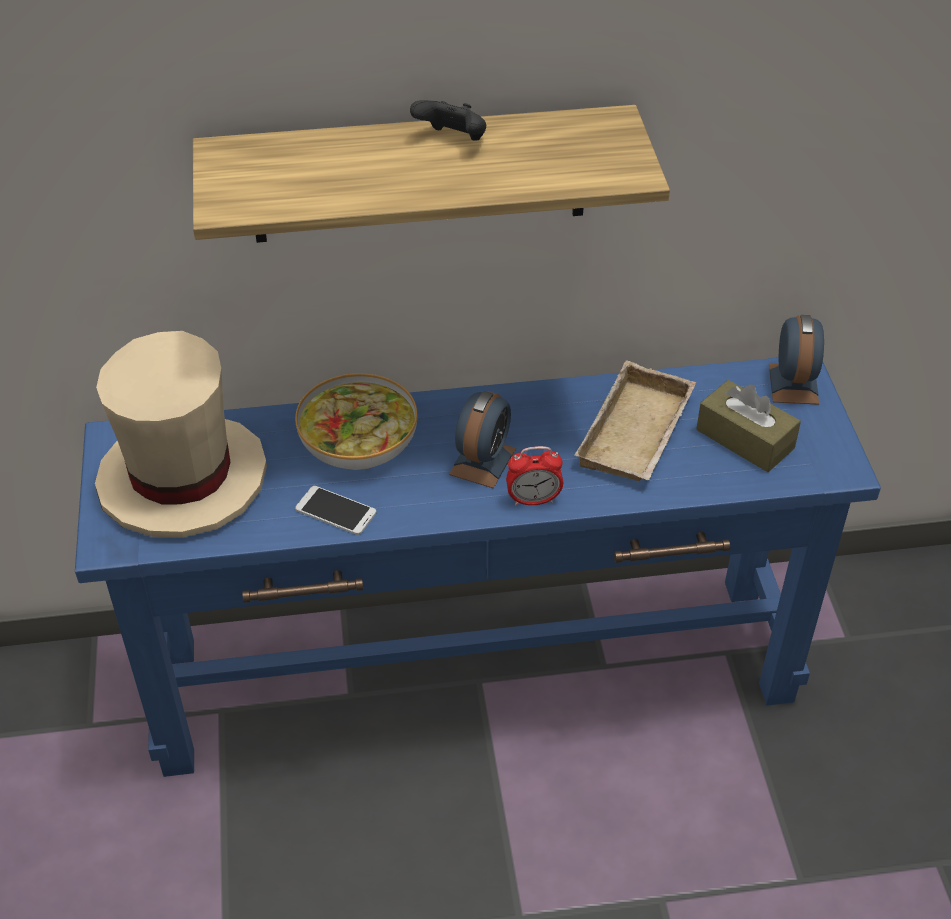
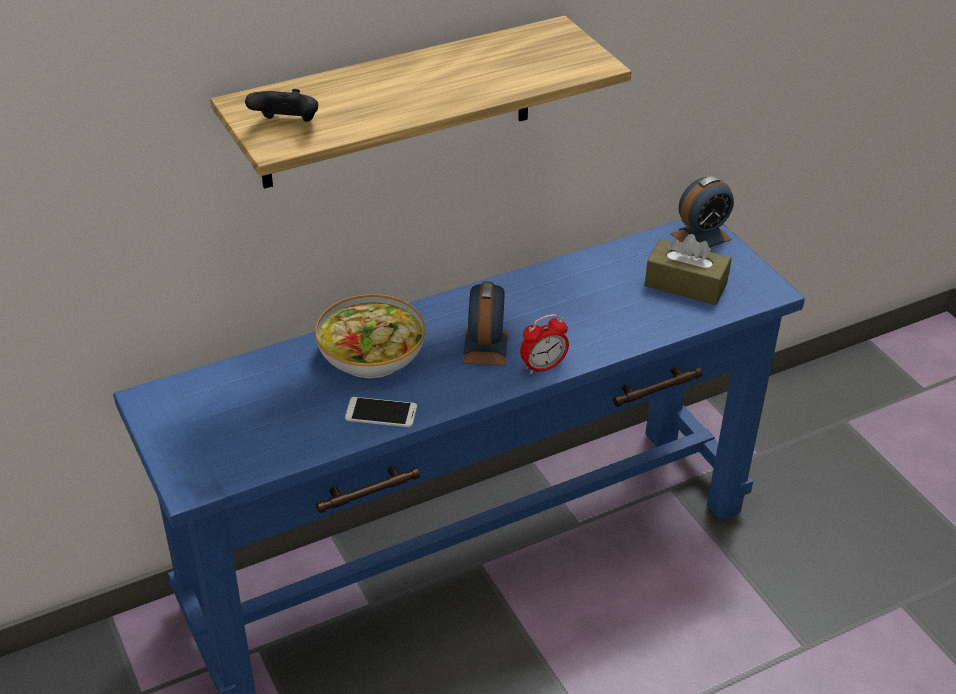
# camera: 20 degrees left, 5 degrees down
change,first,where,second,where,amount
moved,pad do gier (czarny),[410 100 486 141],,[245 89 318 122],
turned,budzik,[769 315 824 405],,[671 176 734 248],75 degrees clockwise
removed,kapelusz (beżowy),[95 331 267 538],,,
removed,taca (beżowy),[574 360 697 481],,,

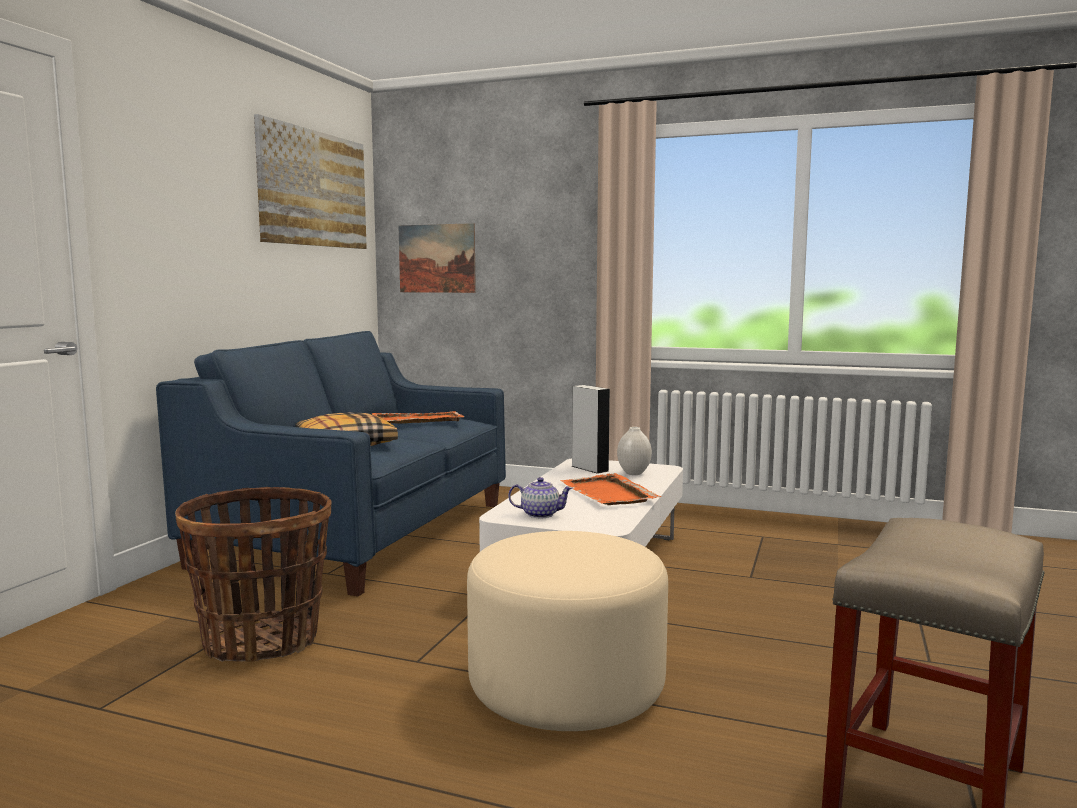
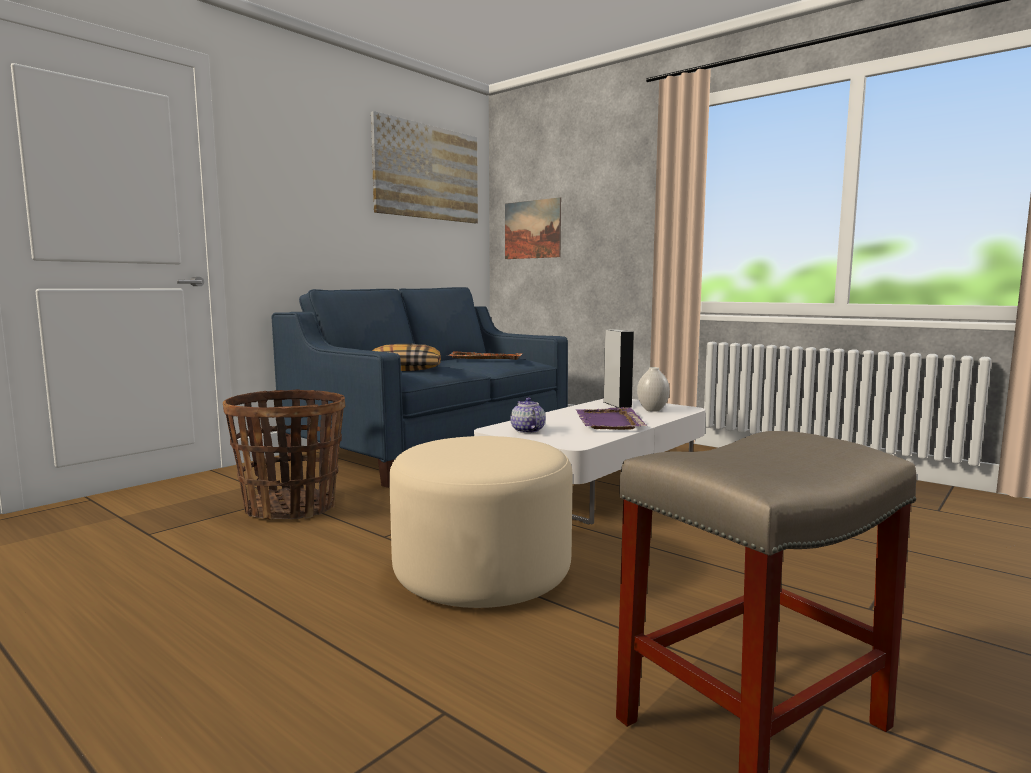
# camera: 20 degrees right, 0 degrees up
change,first,where,second,where,amount
recoloured,taca (pomarańczowy),[560 473 661 505],taca (fioletowy),[576 407 647 430],
turned,imbryk,[508 477 573 518],,[510 397 545 433],135 degrees counterclockwise

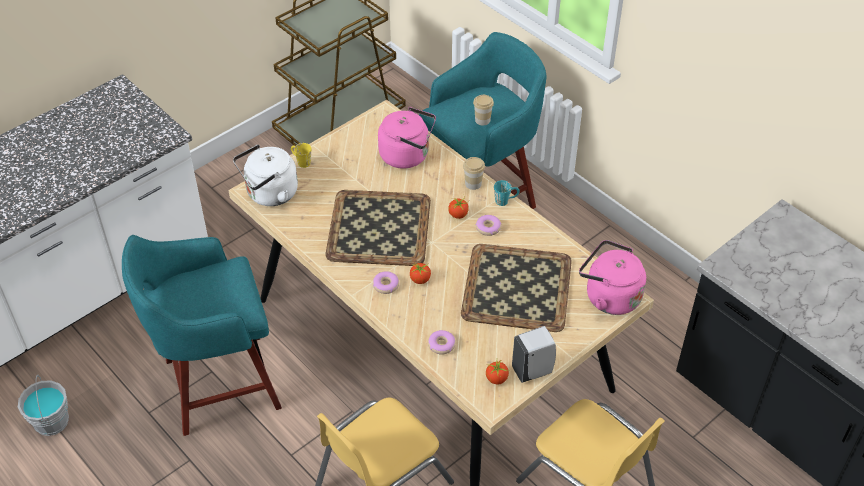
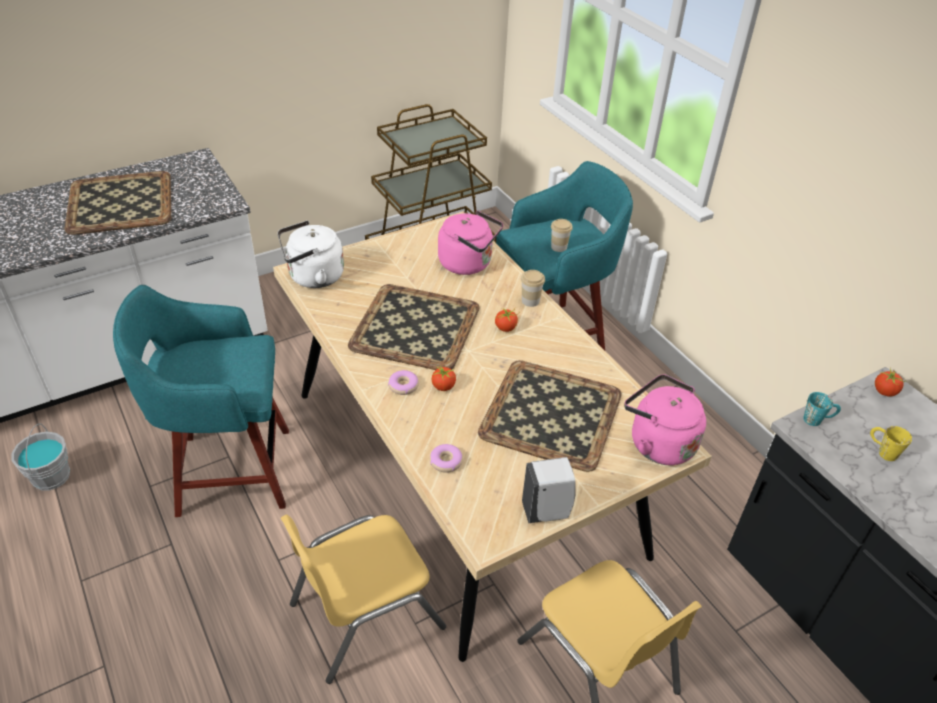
# camera: 10 degrees right, 5 degrees down
change,first,where,second,where,amount
moved,kubek (żółty),[291 143 311 168],,[870 426 912 461],
moved,kubek (turkusowy),[494 180 520 206],,[803 392 841 426],
removed,donut,[476 215 501 236],,,
moved,pomidor,[486 360 509 385],,[875 368 905 397],
added,,,taca,[65 171 171 235],

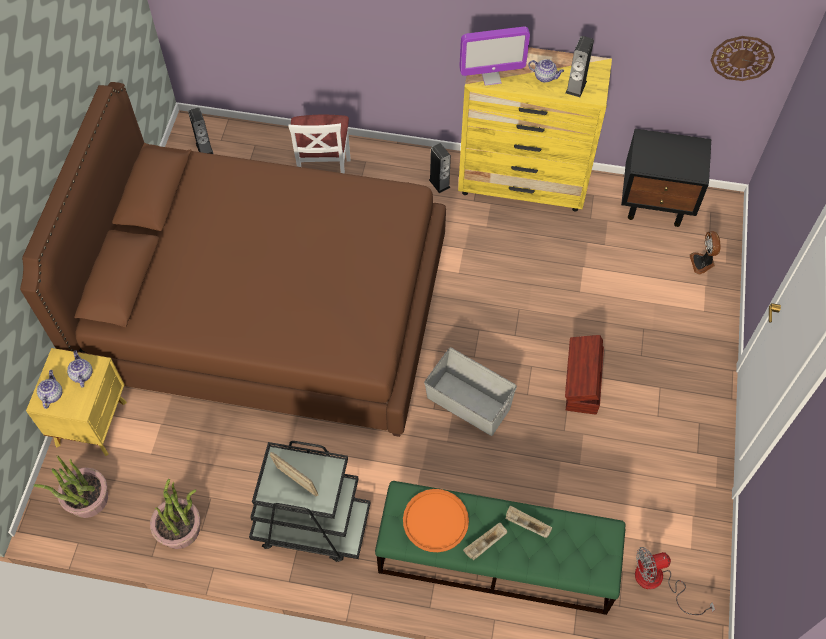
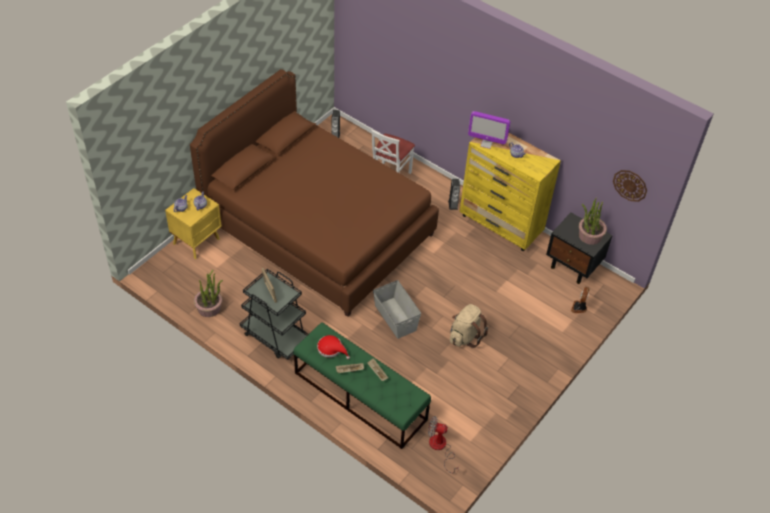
# camera: 25 degrees right, 10 degrees down
change,first,where,second,where,amount
removed,głośnik,[566 36 594 97],,,
replaced,pojemnik do przechowywania (brązowy),[565 335 604 415],plecak (beżowy),[450 304 488 348],
moved,roślina doniczkowa,[33 455 108 518],,[579 198 607 245],
replaced,taca (pomarańczowy),[403 489 469 552],kapelusz (czerwony),[317 335 350 359],

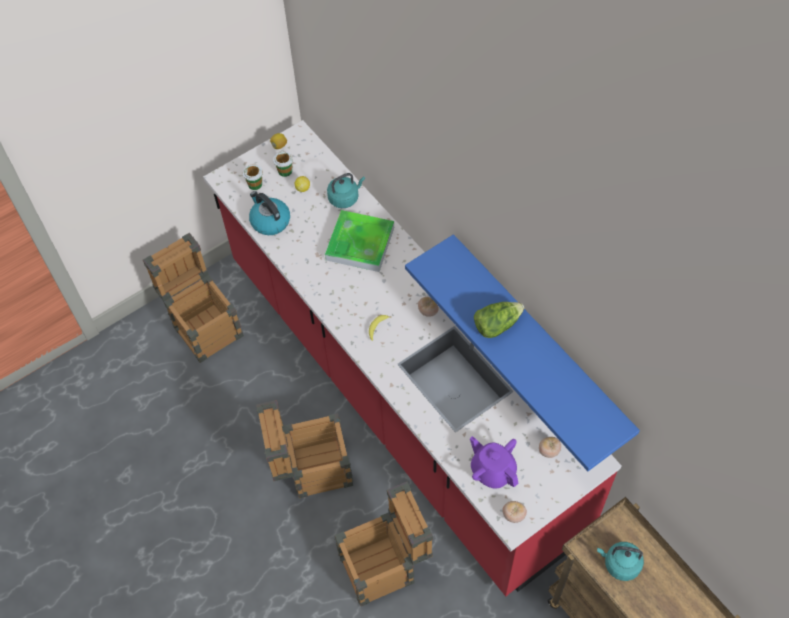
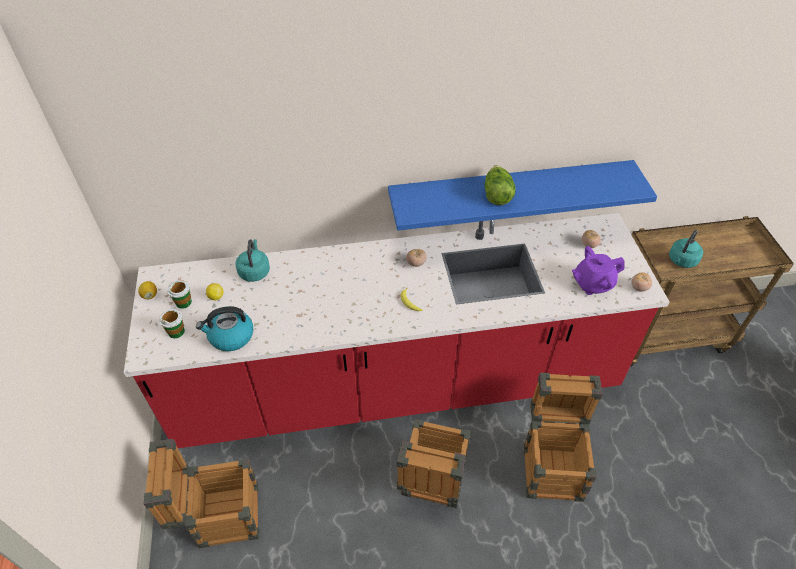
# camera: 65 degrees left, 10 degrees down
change,first,where,second,where,amount
removed,taca,[325 210 394 272],,,

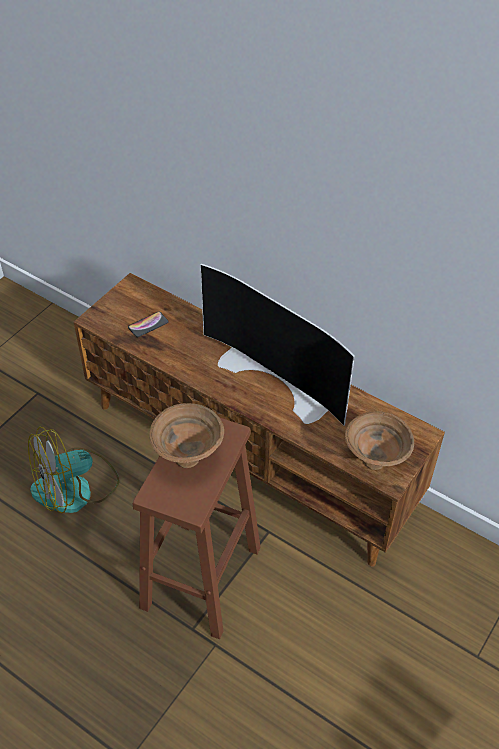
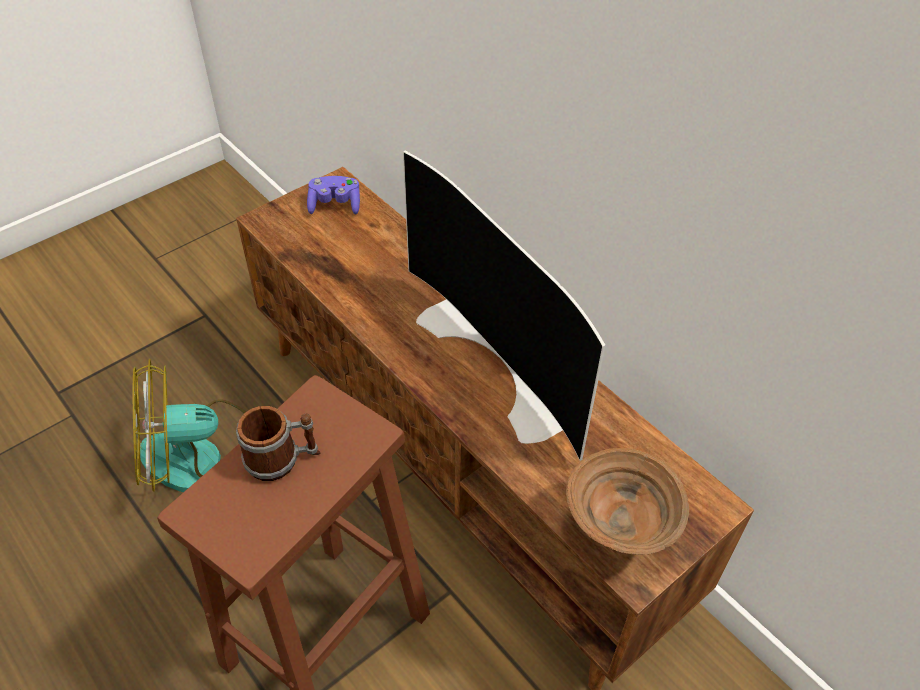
# camera: 15 degrees right, 0 degrees up
change,first,where,second,where,amount
removed,telefon,[128 312 169 337],,,
replaced,miska (brązowy),[149 403 224 468],kubek,[236 406 321 481],
added,,,pad do gier (fioletowy),[307 176 360 214],

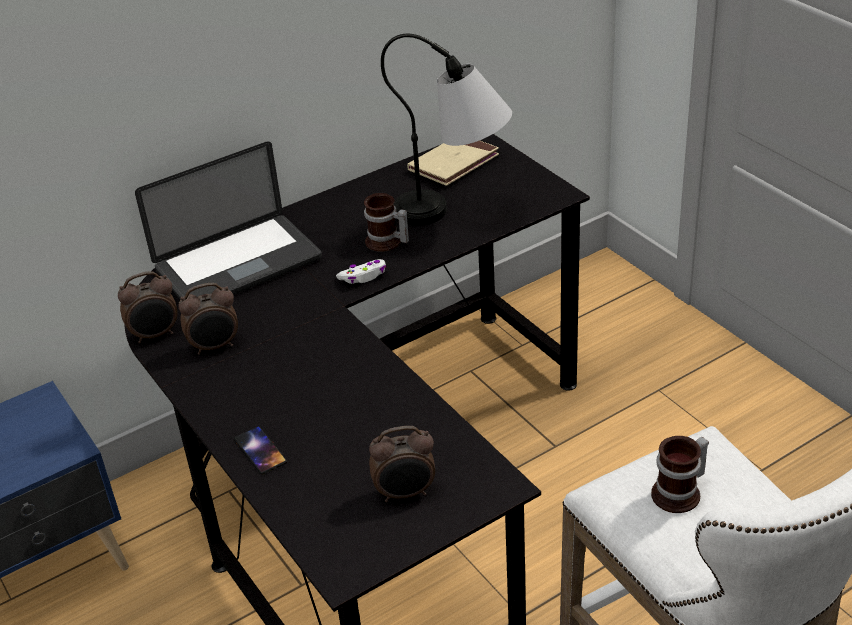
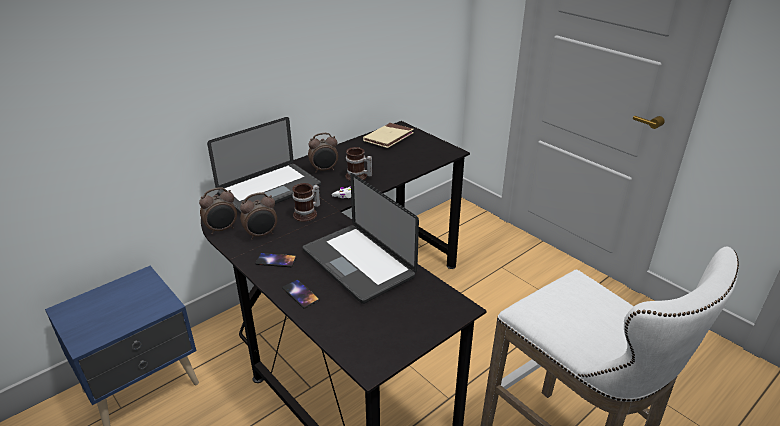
# camera: 10 degrees left, 5 degrees down
change,first,where,second,where,amount
removed,lampa stołowa,[381 34 512 226],,,
moved,budzik,[369 426 435 502],,[308 133 338 173],
moved,kubek,[651 436 709 513],,[292 183 320 222],
added,,,laptop,[303 173 419 304],
added,,,telefon,[255 253 297 267],

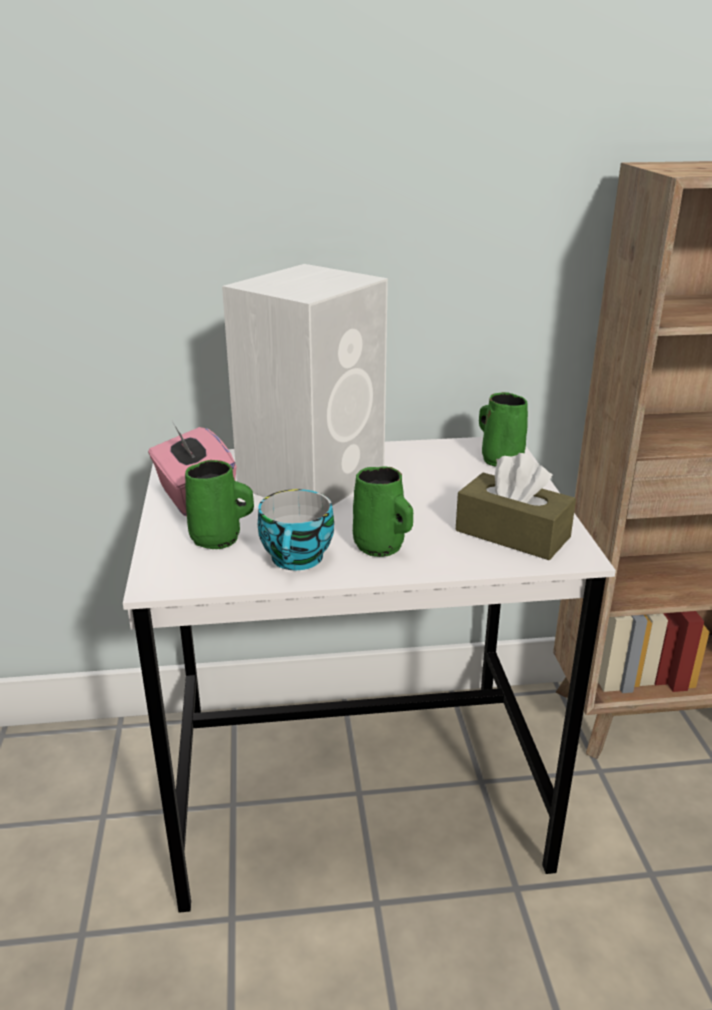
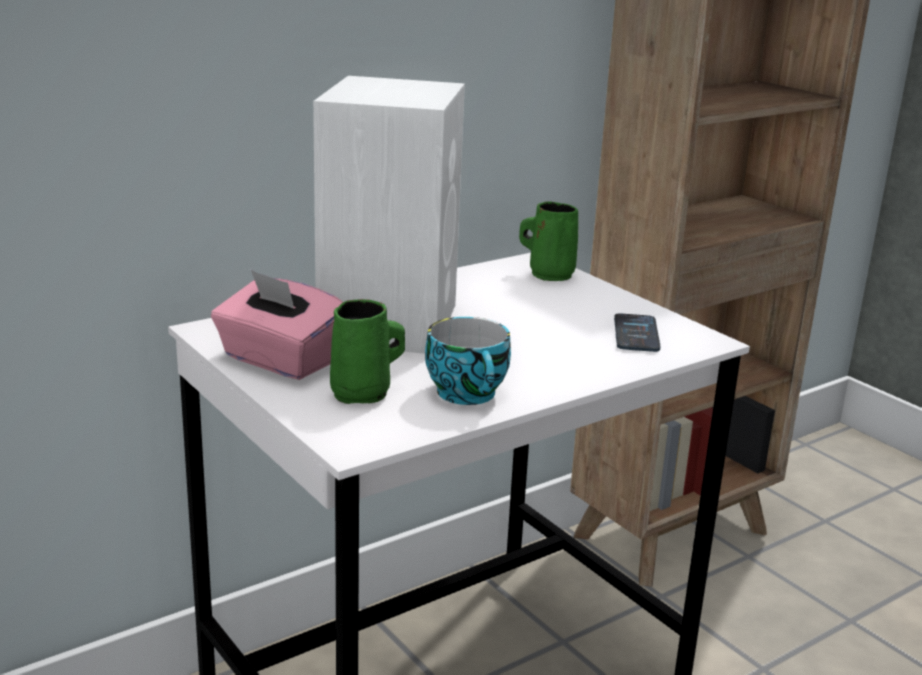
# camera: 30 degrees left, 5 degrees down
change,first,where,second,where,amount
replaced,pudełko chusteczek (brązowy),[456 453 576 560],telefon,[614 313 661 352],
removed,kubek (zielony),[353 467 413 557],,,

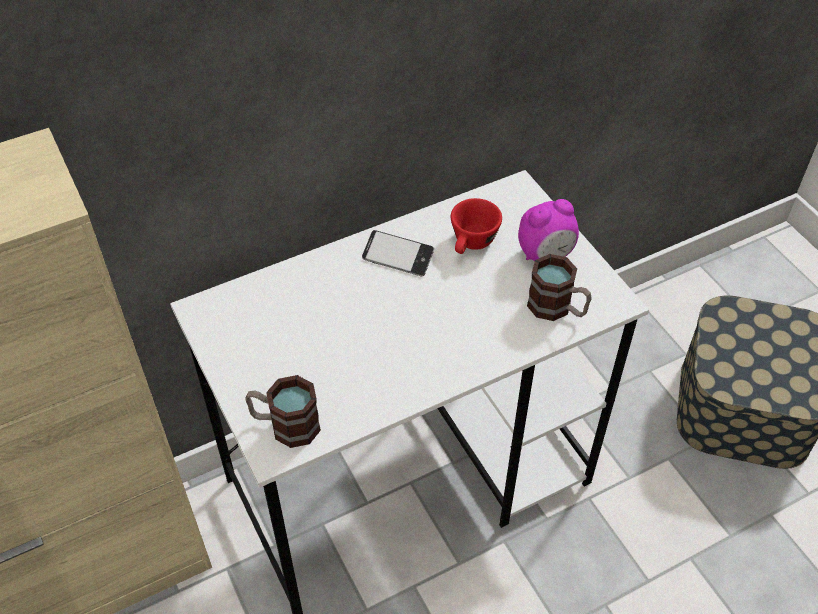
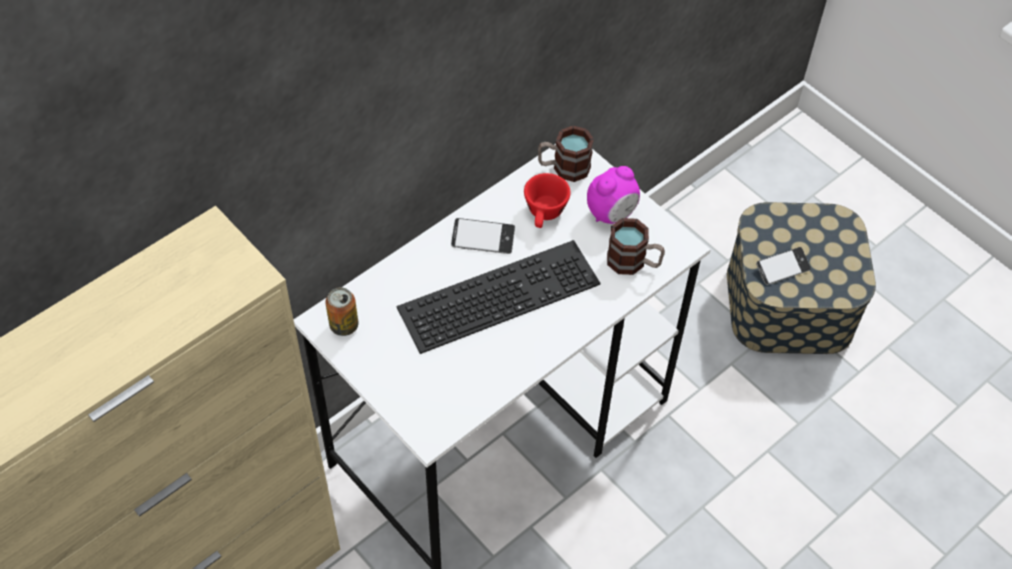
# camera: 15 degrees left, 5 degrees up
change,first,where,second,where,amount
moved,kubek,[245 375 321 448],,[538 126 594 182],
added,,,klawiatura,[397 240 600 354],
added,,,telefon,[756 247 811 285],
added,,,puszka,[325 287 358 336],

